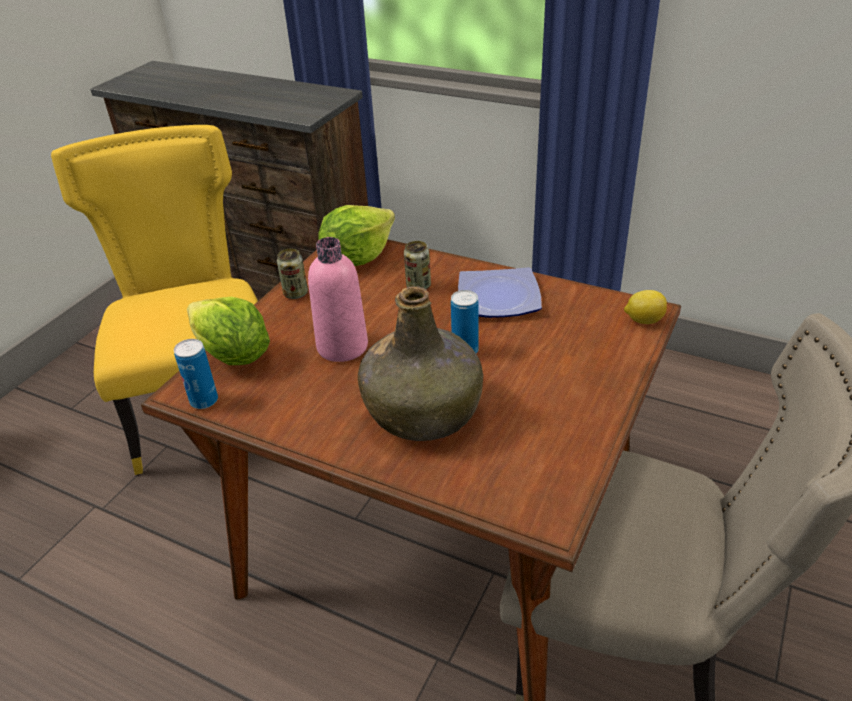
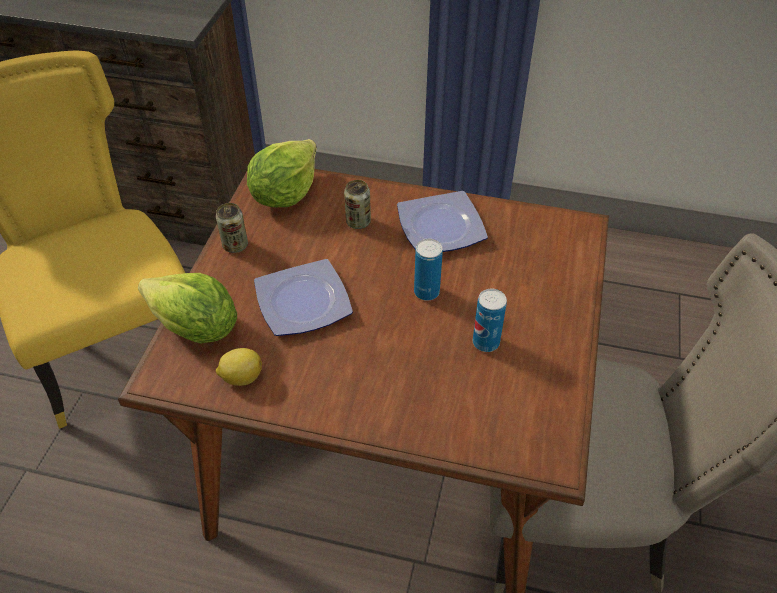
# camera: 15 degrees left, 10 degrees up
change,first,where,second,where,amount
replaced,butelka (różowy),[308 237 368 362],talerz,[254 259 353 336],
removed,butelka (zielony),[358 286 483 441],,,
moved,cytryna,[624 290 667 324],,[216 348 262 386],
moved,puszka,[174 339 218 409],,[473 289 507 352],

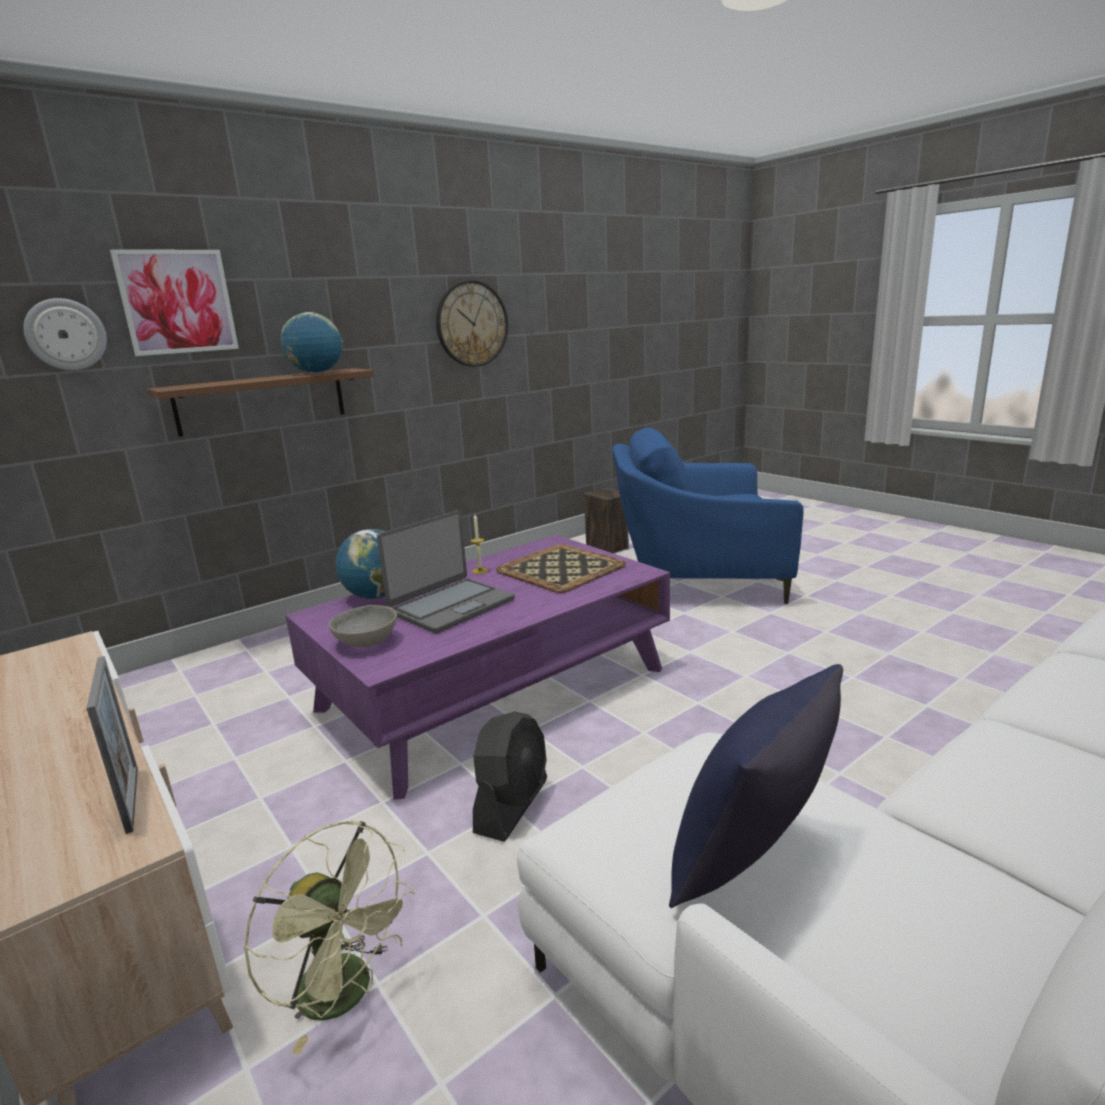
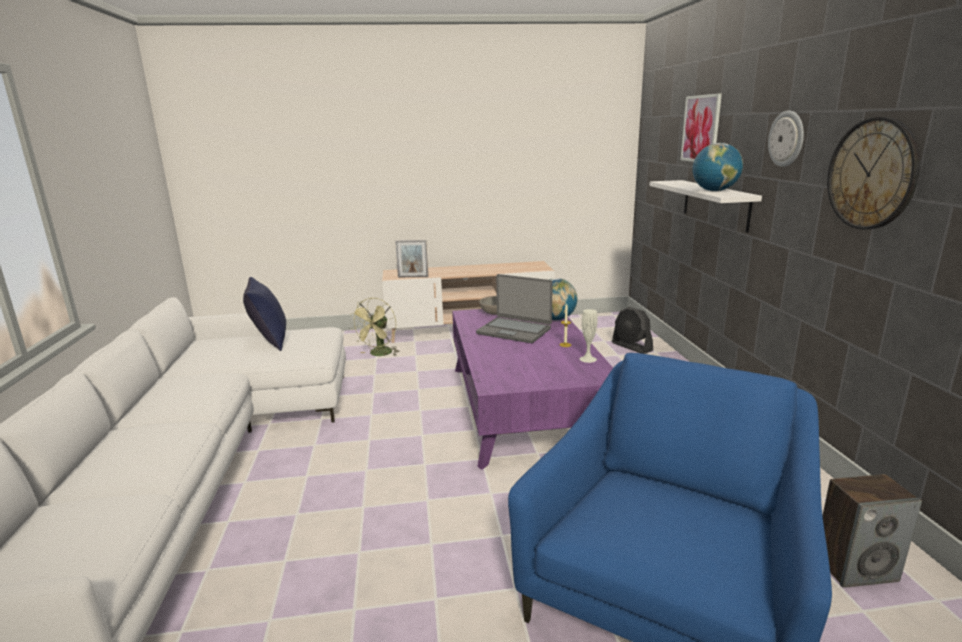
# camera: 120 degrees right, 0 degrees up
change,first,where,second,where,amount
moved,zegar ścienny,[23 298 107 370],,[768 111 804 167],
recoloured,półka (brązowy),[146 368 374 437],półka (biały),[649 180 762 233],
turned,laptop,[377 510 515 634],,[476 274 553 343],45 degrees counterclockwise
removed,taca,[496 544 626 593],,,
moved,wentylator (czarny),[473 711 547 842],,[612 307 653 354],
turned,wentylator (zielony),[244 820 415 1055],,[350 298 400 356],45 degrees counterclockwise
added,,,wazon (biały),[580 309 598 363],

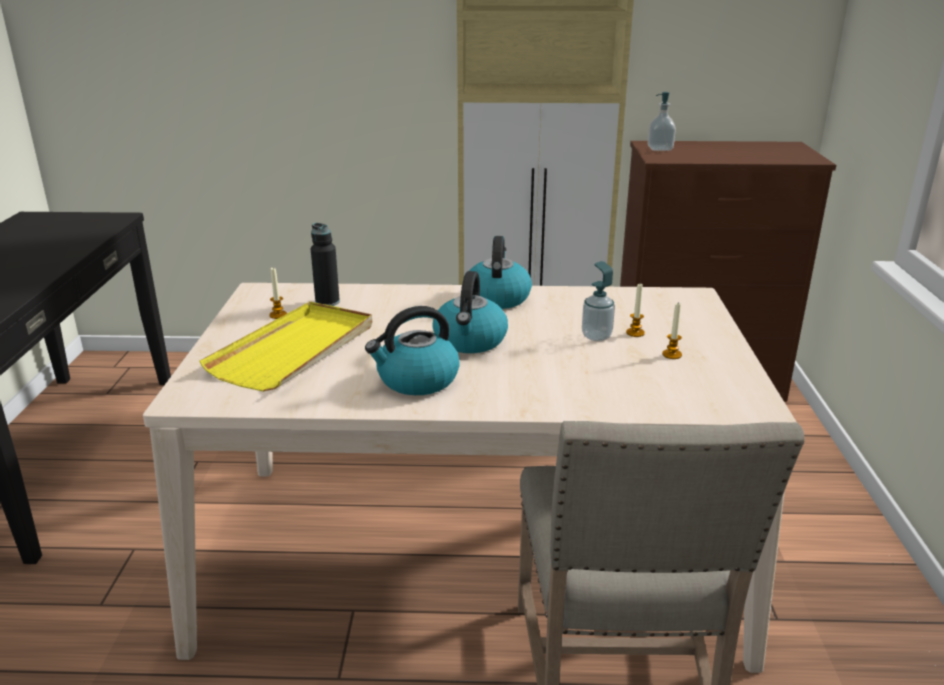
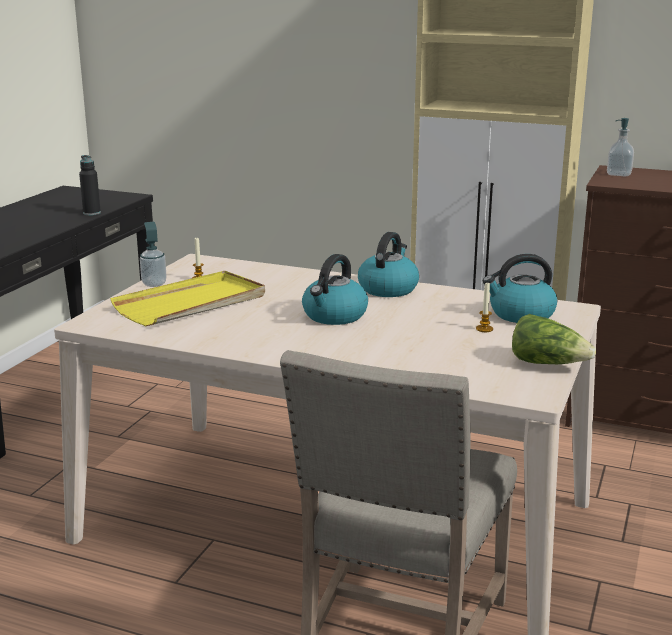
# camera: 20 degrees right, 5 degrees down
change,first,where,second,where,amount
moved,butelka (czarny),[311 223 340 306],,[79 155 101 215],
moved,dozownik mydła,[582 261 615 341],,[140 222 166 287],
removed,świeca,[662 302 682 359],,,
moved,czajnik,[365 306 460 395],,[483 254 557 323],
added,,,sałata,[512 314 596 364],

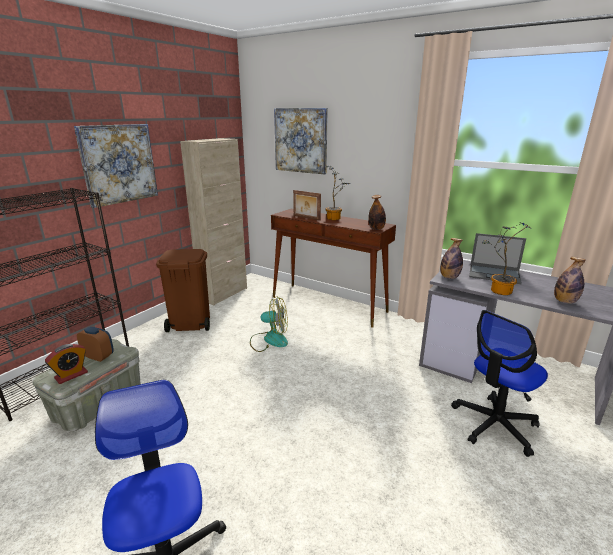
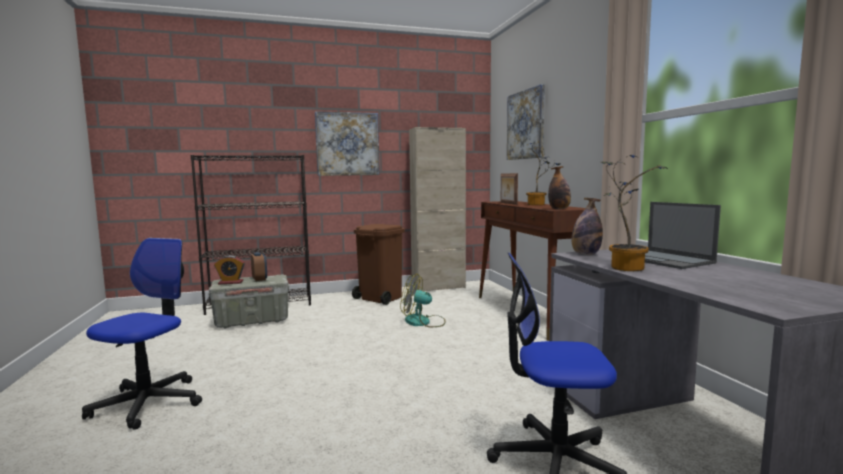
# camera: 40 degrees right, 15 degrees down
change,first,where,second,where,amount
removed,butelka,[554 257 585 303],,,
turned,wentylator,[250 296 288 352],,[400 274 446 328],150 degrees clockwise

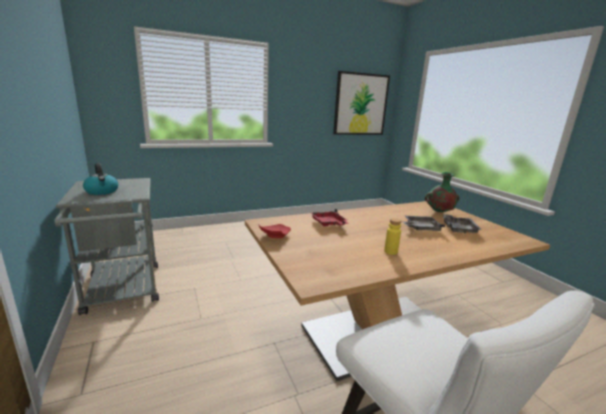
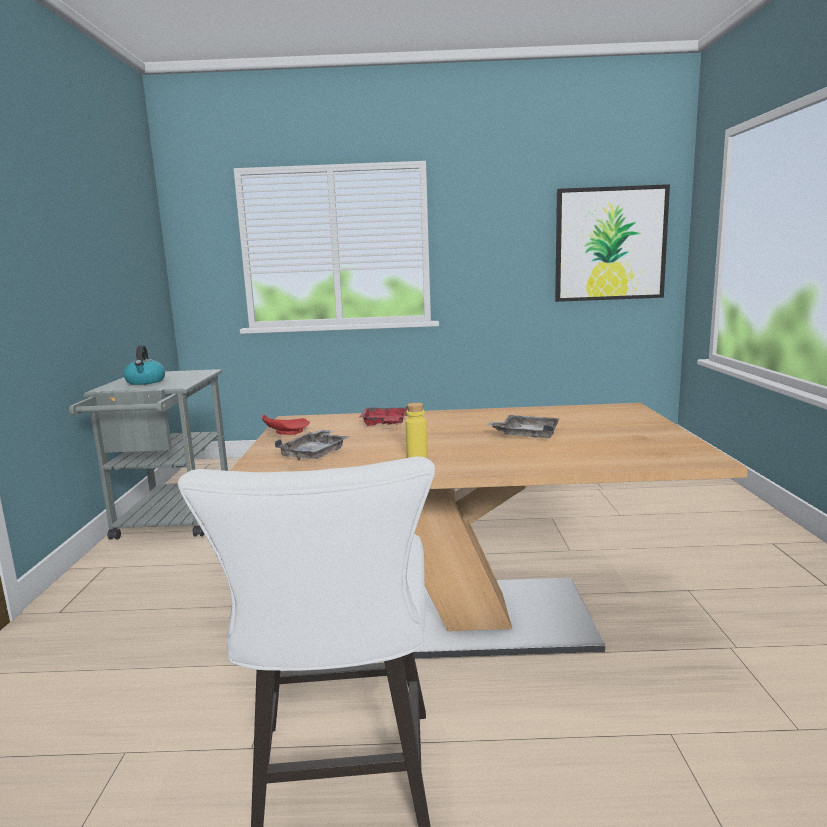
# camera: 25 degrees right, 5 degrees down
change,first,where,second,where,amount
removed,wazon (zielony),[425 172 460 212],,,
moved,taca (szary),[443 214 482 234],,[275 429 349 460],

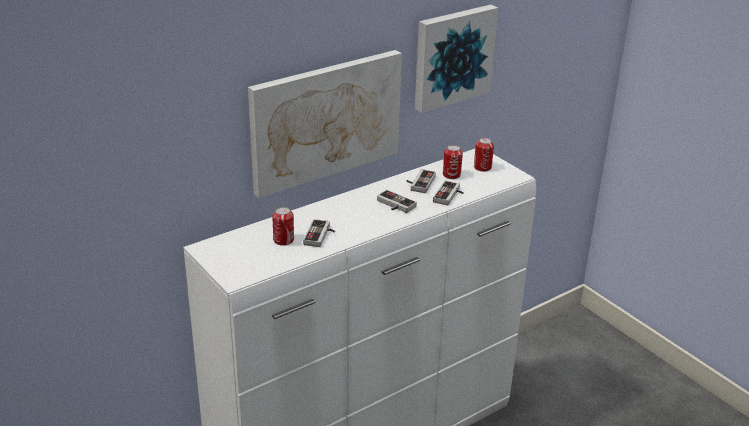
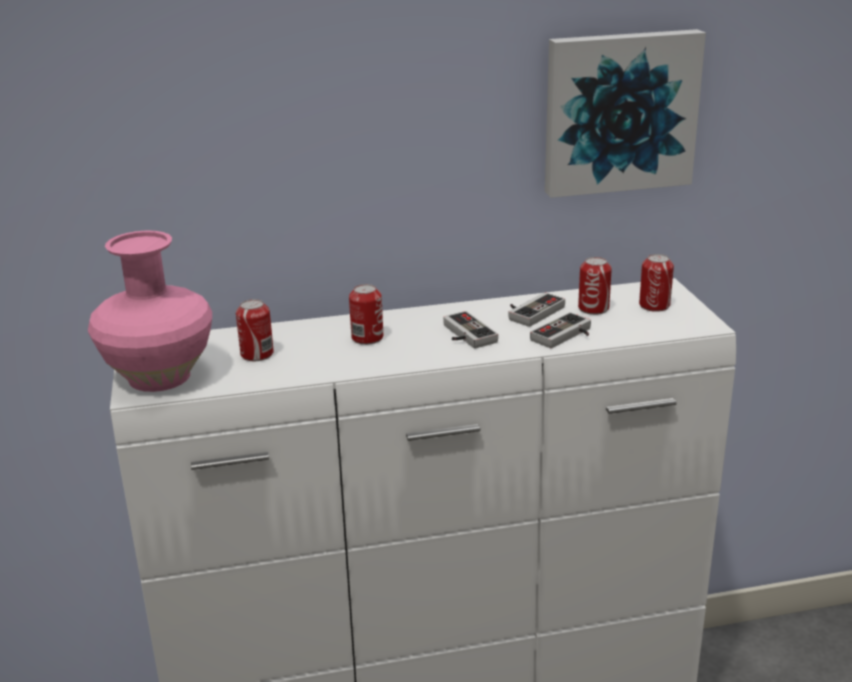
# camera: 25 degrees right, 5 degrees down
change,first,where,second,where,amount
removed,obraz,[248 50 402 198],,,
removed,pad do gier,[303 219 335 247],,,
added,,,wazon (różowy),[88 231 212 392],
added,,,puszka,[349 284 383 345],

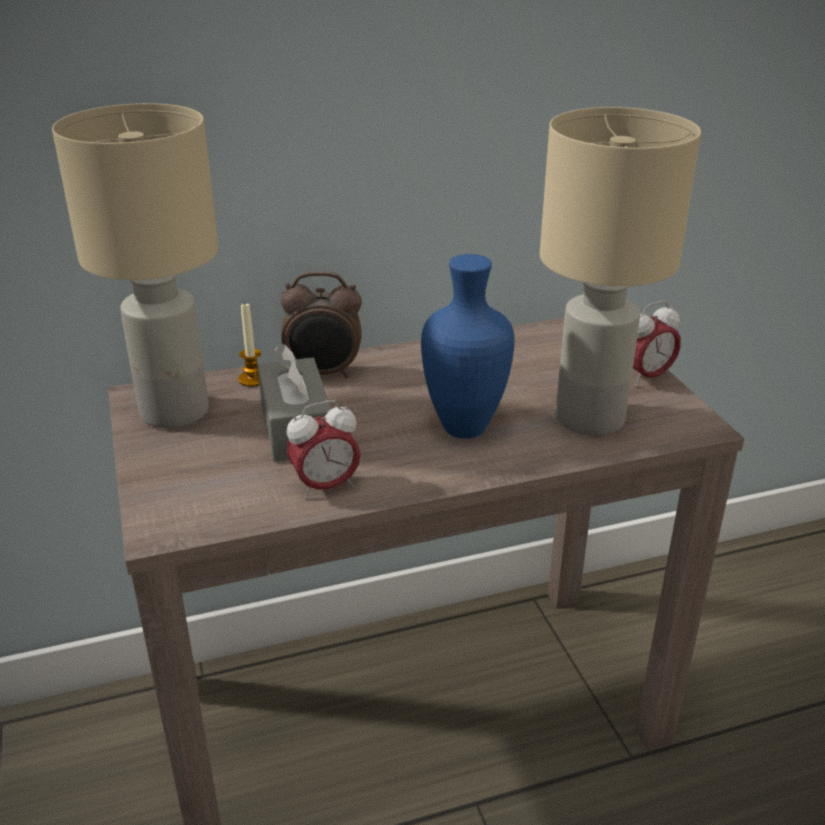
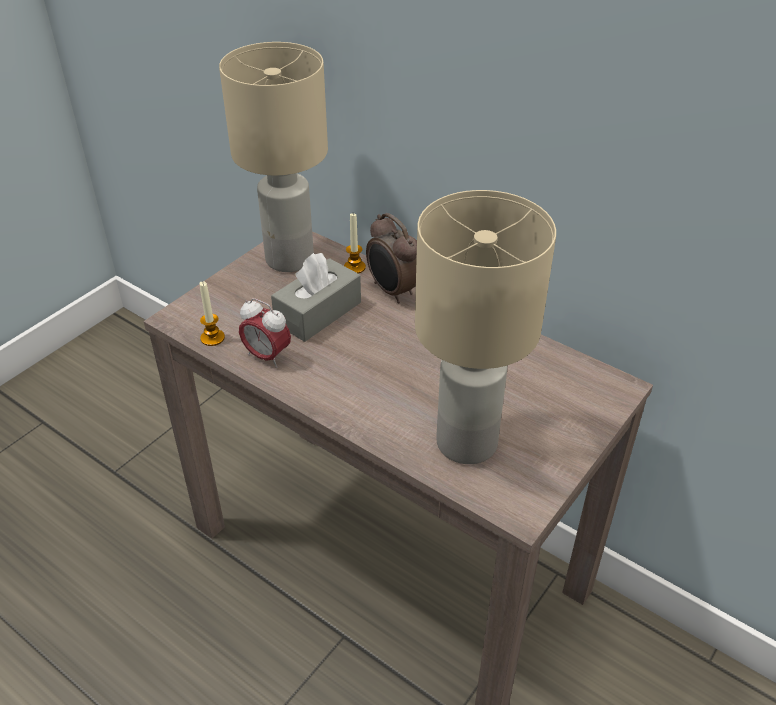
# camera: 55 degrees right, 10 degrees up
change,first,where,second,where,amount
removed,wazon (niebieski),[421 254 514 439],,,
removed,budzik,[633 301 681 387],,,
added,,,świeca,[199 281 225 346],

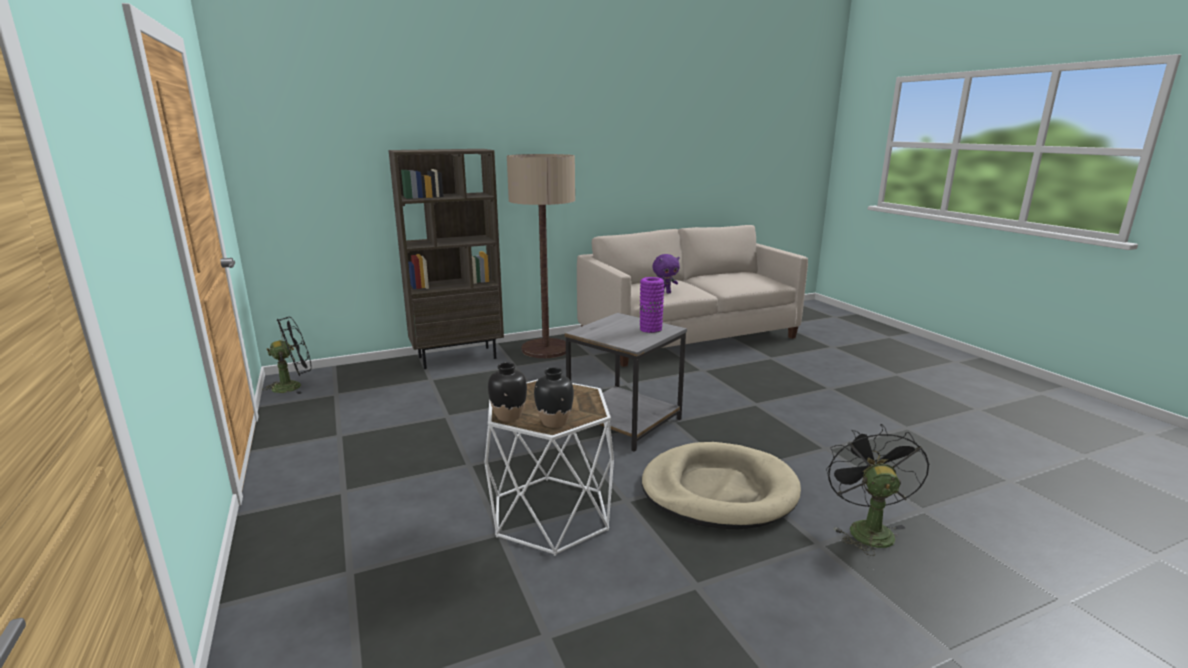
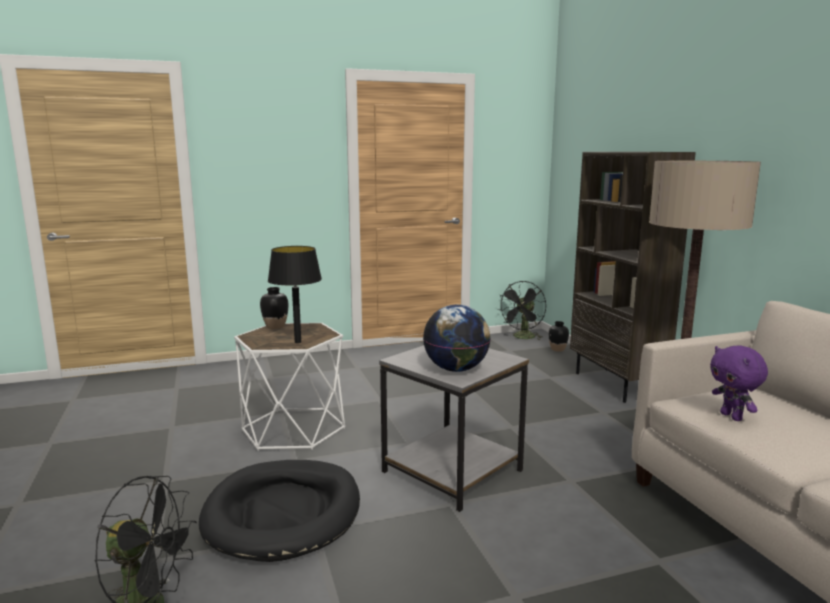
# camera: 95 degrees right, 5 degrees down
change,first,where,second,where,amount
replaced,wazon (fioletowy),[640 277 664 333],globus,[423 305 491 372],
turned,wentylator (czarny),[263 317 312 394],,[498 281 546 340],60 degrees clockwise
moved,wazon (czarny),[534 367 574 428],,[549 321 569 352],
recoloured,legowisko (beżowy),[642 442 801 529],legowisko (czarny),[199 460 360 562],
added,,,lampa stołowa (czarny),[268 246 322 343],

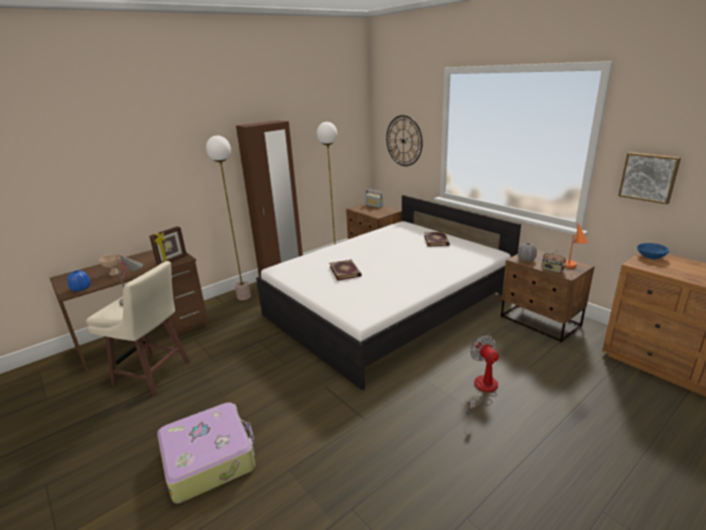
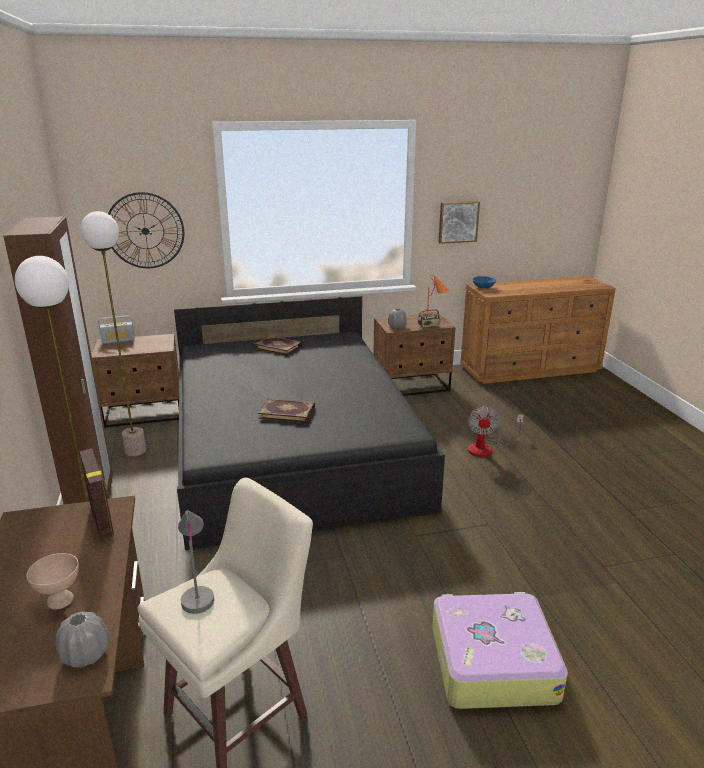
# camera: 65 degrees left, 0 degrees up
change,first,where,second,where,amount
recoloured,łóżko (biały),[256 195 521 391],łóżko (czarny),[174 296 445 550],
recoloured,wazon (niebieski),[67 270 91 291],wazon (szary),[56 612 109 667],
turned,wentylator,[465 335 499 414],,[468 406 524 457],90 degrees counterclockwise

